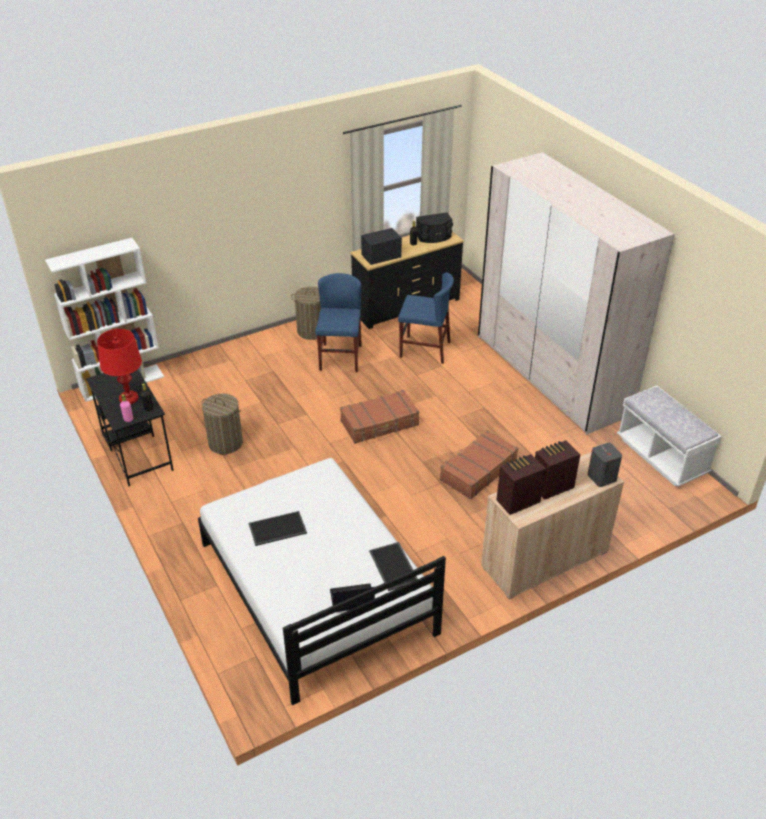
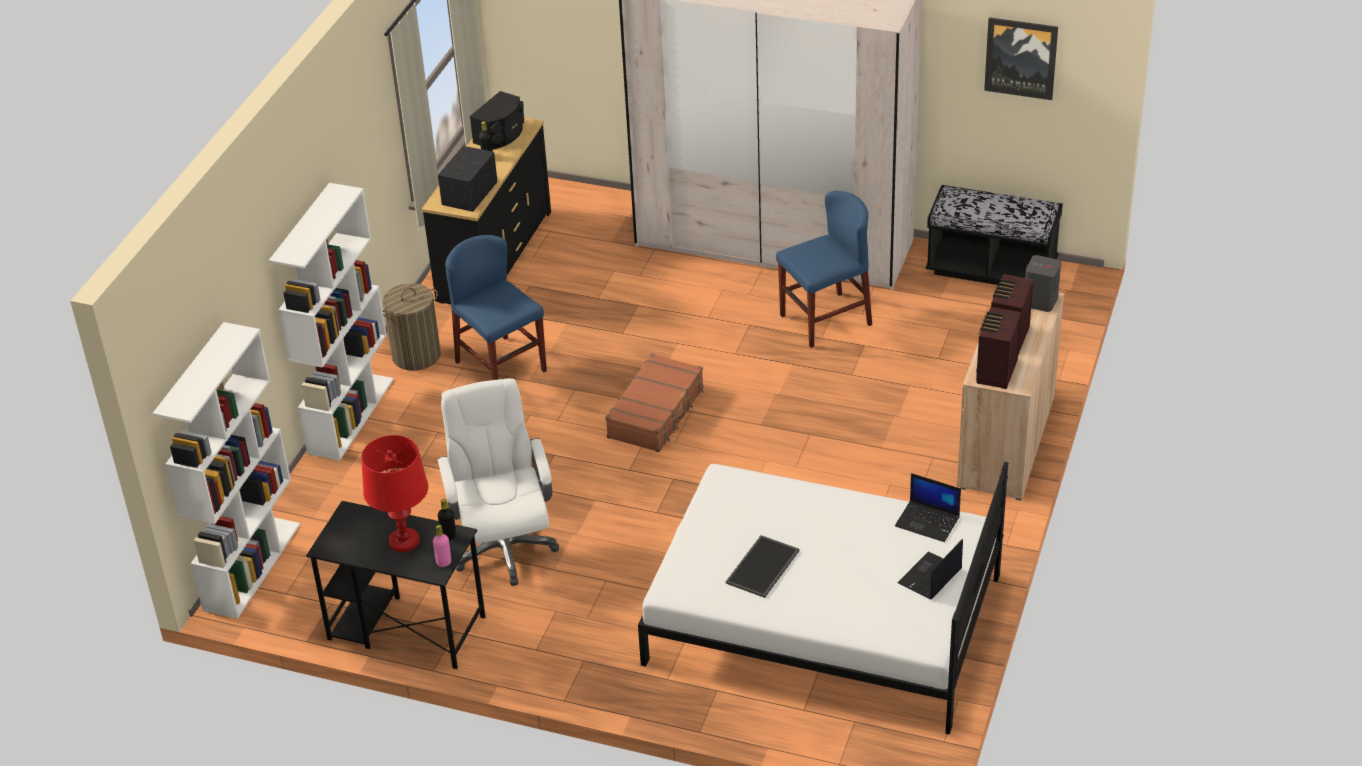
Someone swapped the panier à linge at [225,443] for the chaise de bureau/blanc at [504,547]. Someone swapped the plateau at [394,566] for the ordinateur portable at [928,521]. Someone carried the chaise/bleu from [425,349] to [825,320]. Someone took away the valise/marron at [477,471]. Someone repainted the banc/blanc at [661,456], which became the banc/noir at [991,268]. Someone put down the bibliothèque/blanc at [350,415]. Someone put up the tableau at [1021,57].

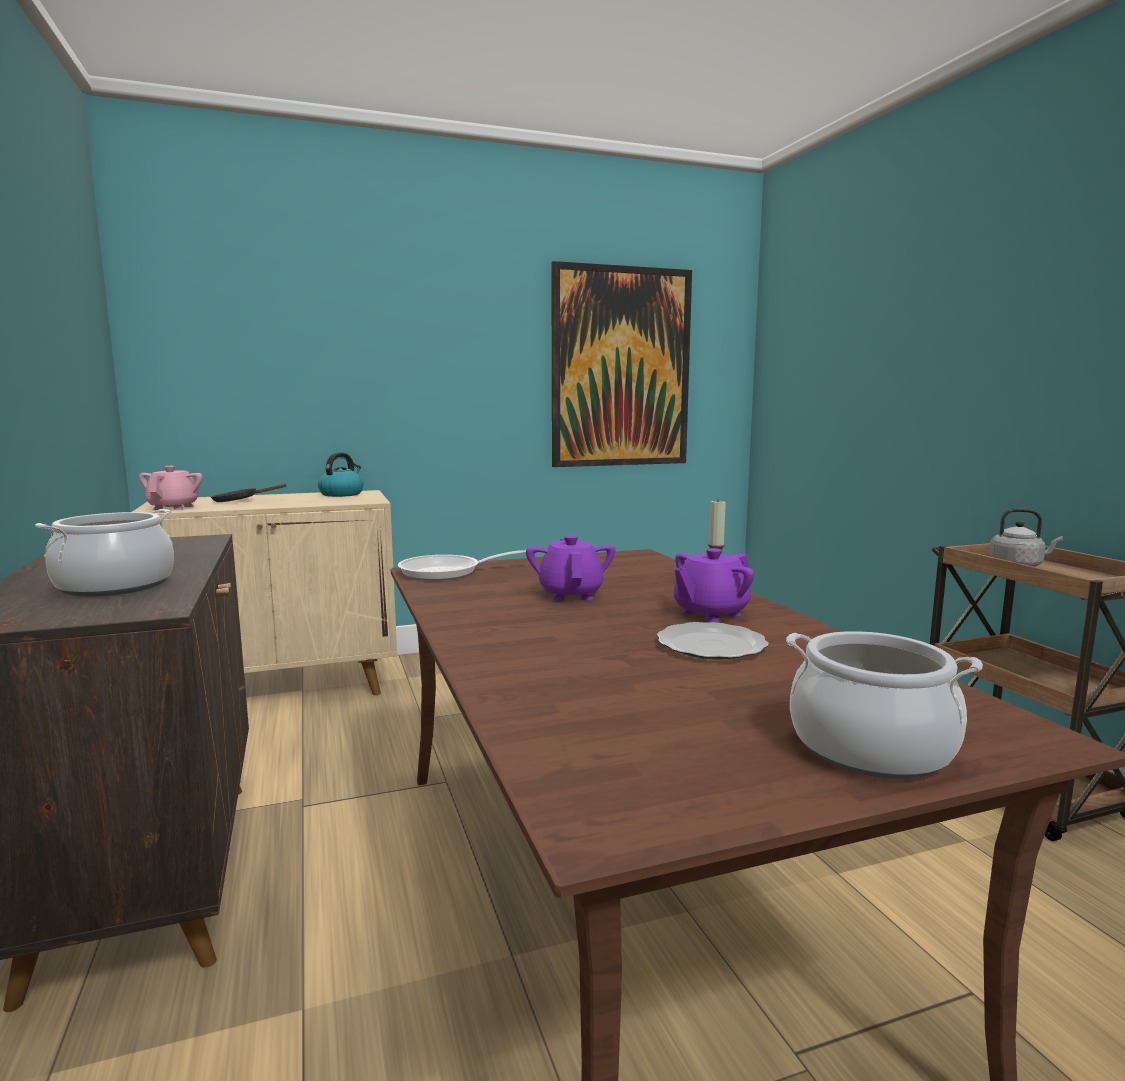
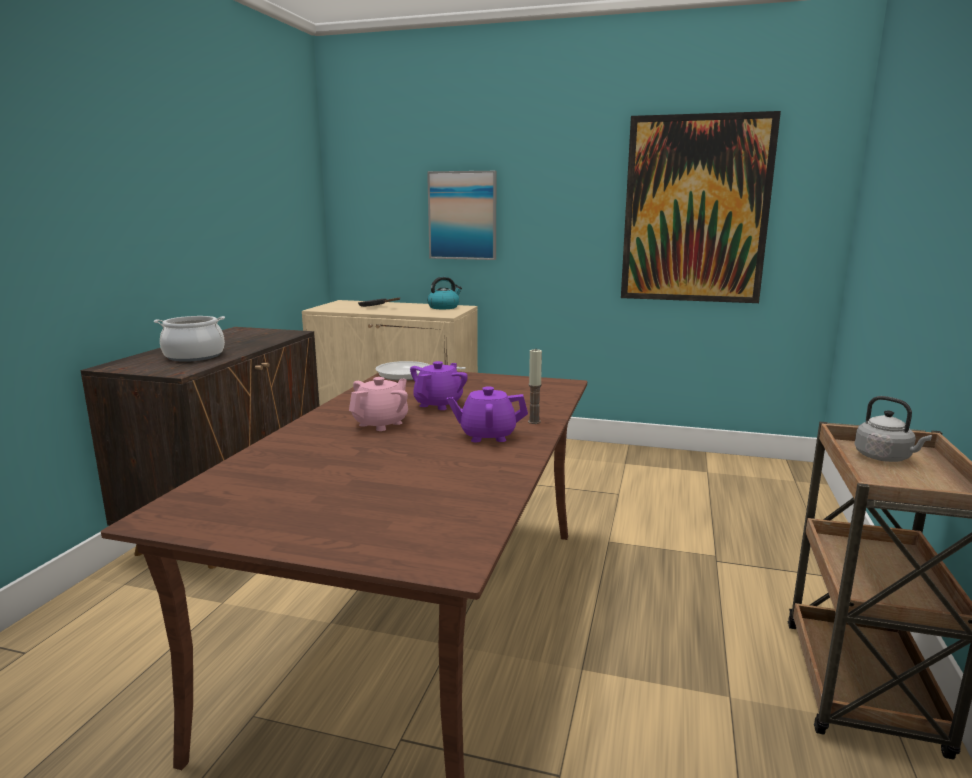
Someone carried the théière/rose from [174,507] to [381,423]. Someone took away the assiette at [711,646]. Someone took away the marmite at [871,748]. Someone put up the tableau at [462,215].

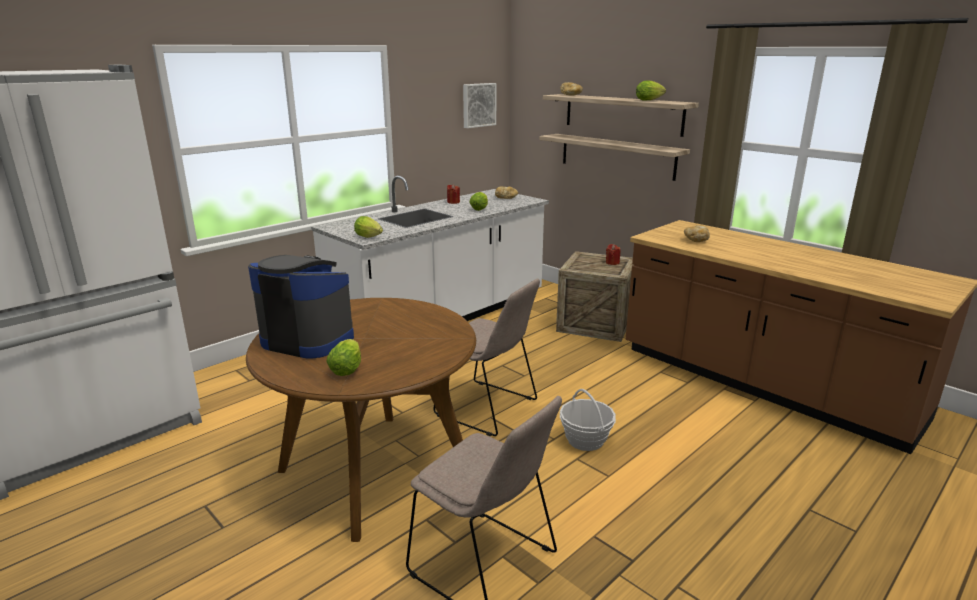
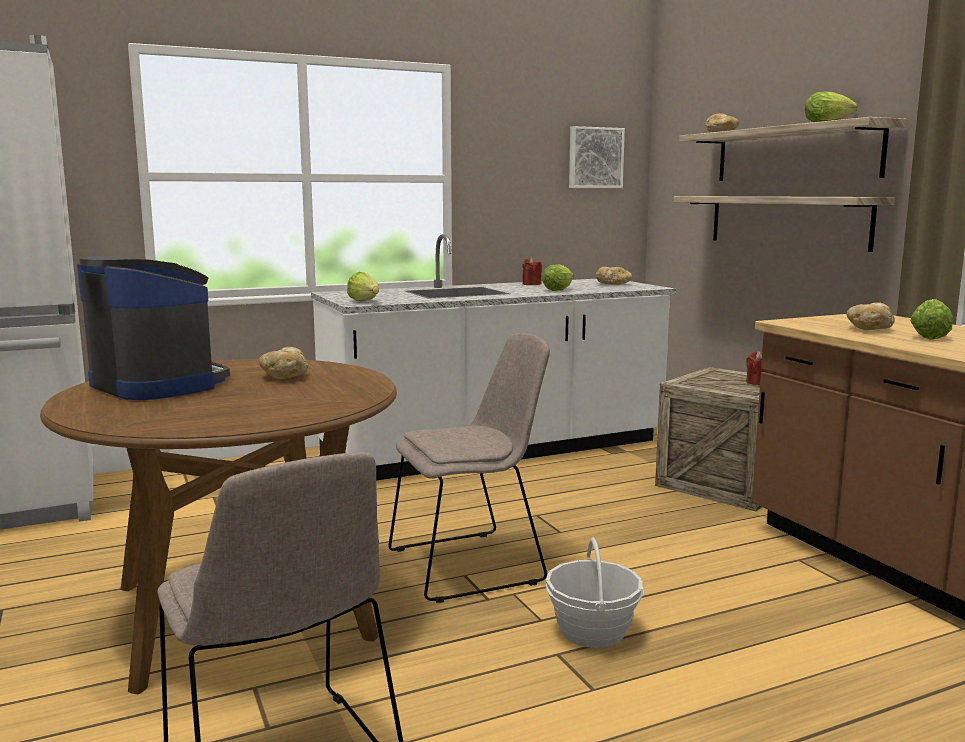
Someone carried the laitue from [348,368] to [929,337]. Someone rotated the chaise/beige at [489,409] by 75 degrees counterclockwise. Someone put down the pain at [285,377].

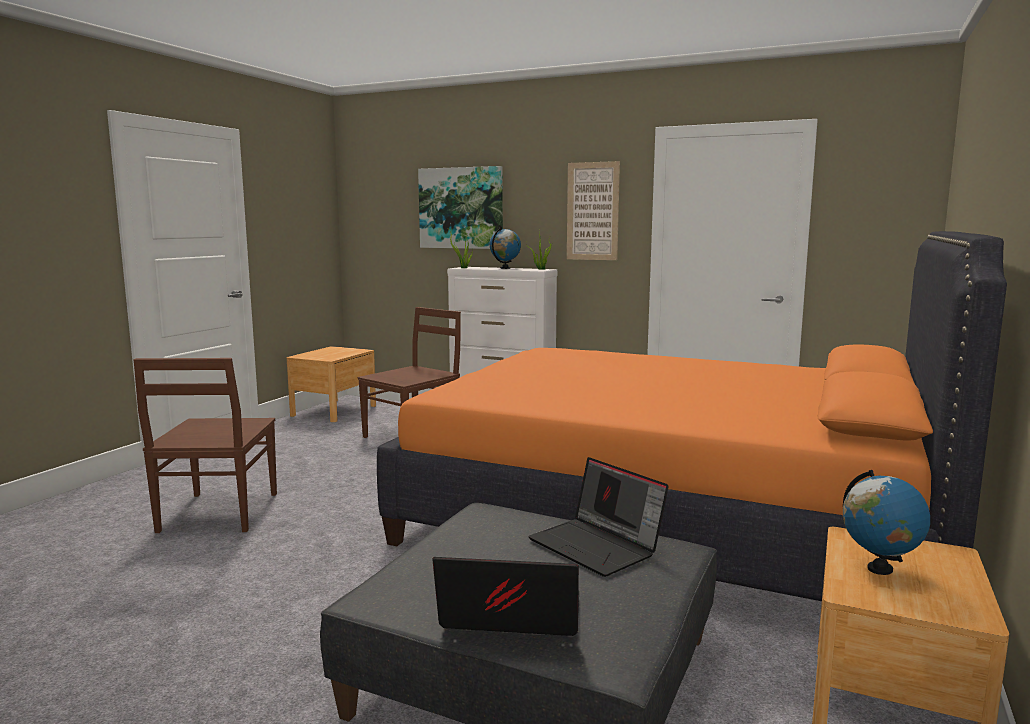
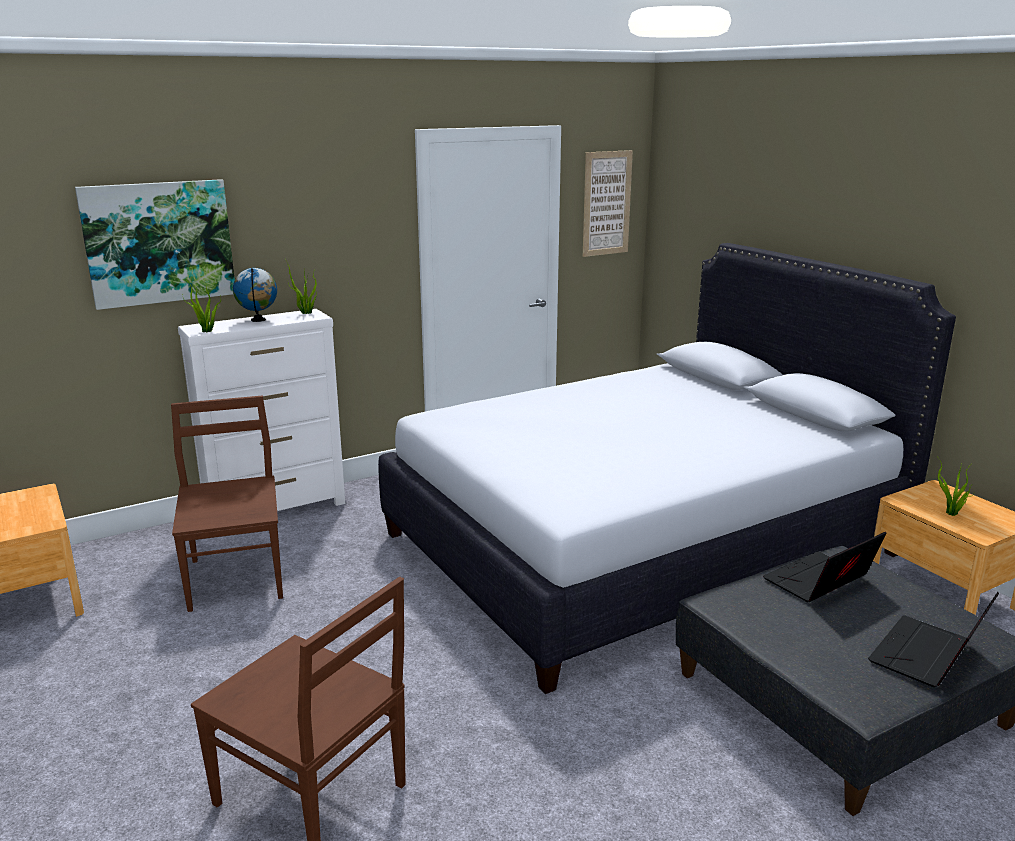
Someone repainted the lit/orange at [669,521], which became the lit/blanc at [639,543]. Someone rotated the ordinateur portable at [598,546] by 150 degrees clockwise. Someone carried the tableau from [592,211] to [606,203]. Someone swapped the globe at [879,569] for the plante en pot at [951,514].

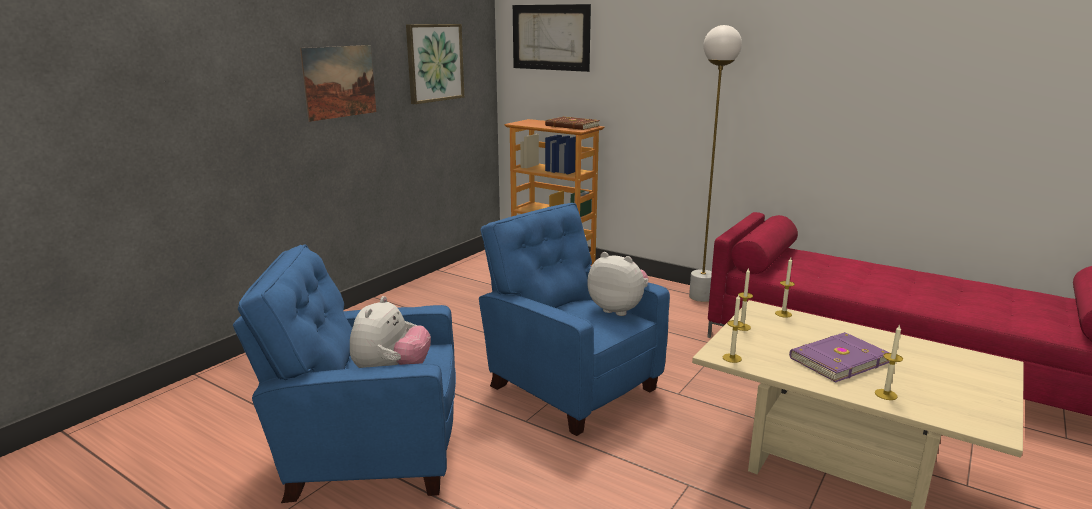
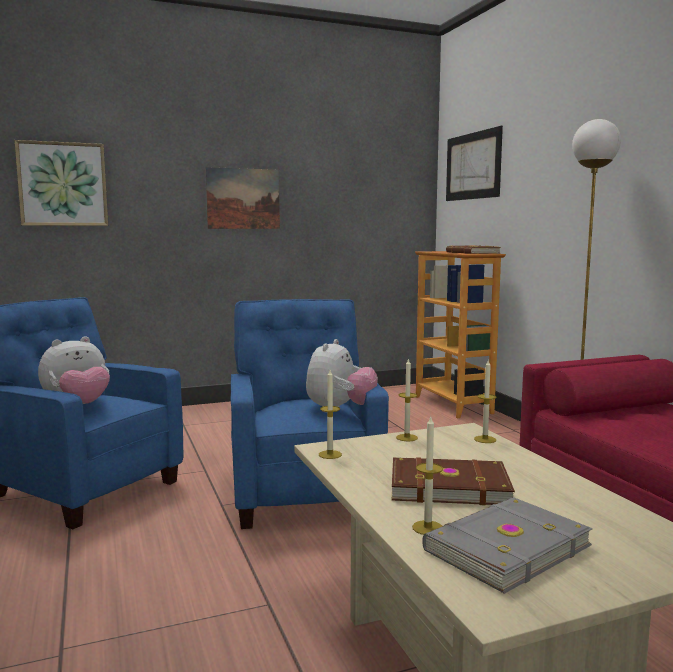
Someone carried the tableau from [434,63] to [63,184]. Someone rotated the peluche at [618,309] by 45 degrees clockwise. Someone repainted the livre/violet at [837,359], which became the livre/marron at [448,486]. Someone put down the livre/gris at [504,547].

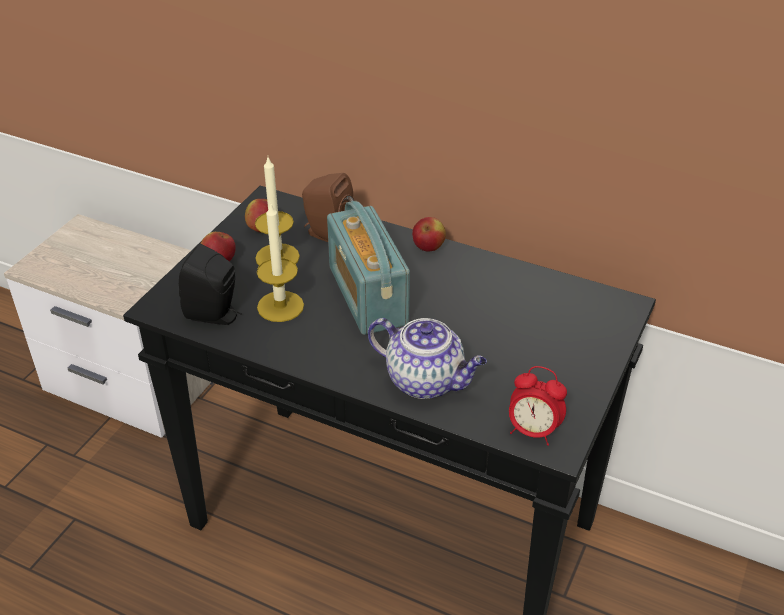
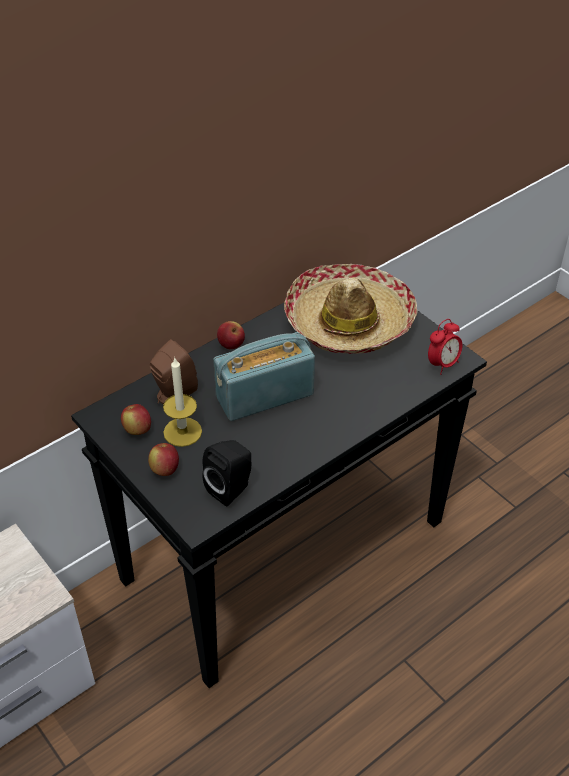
Someone took away the bougie at [280,306]. Someone rotated the radio at [367,295] by 150 degrees clockwise. Someone took away the théière at [426,381]. Someone put down the chapeau at [349,321].

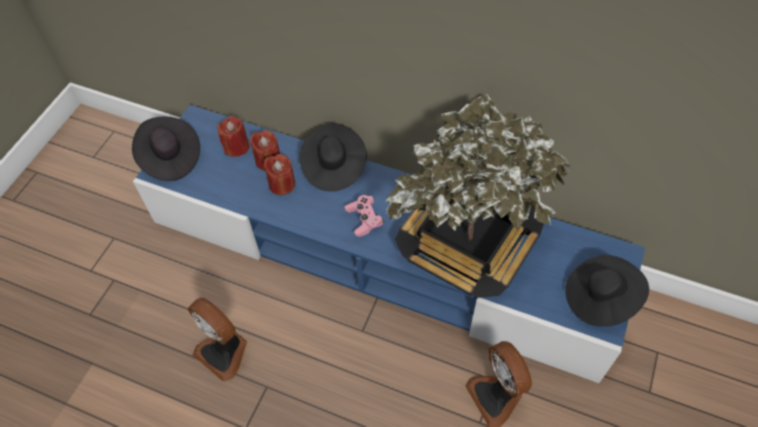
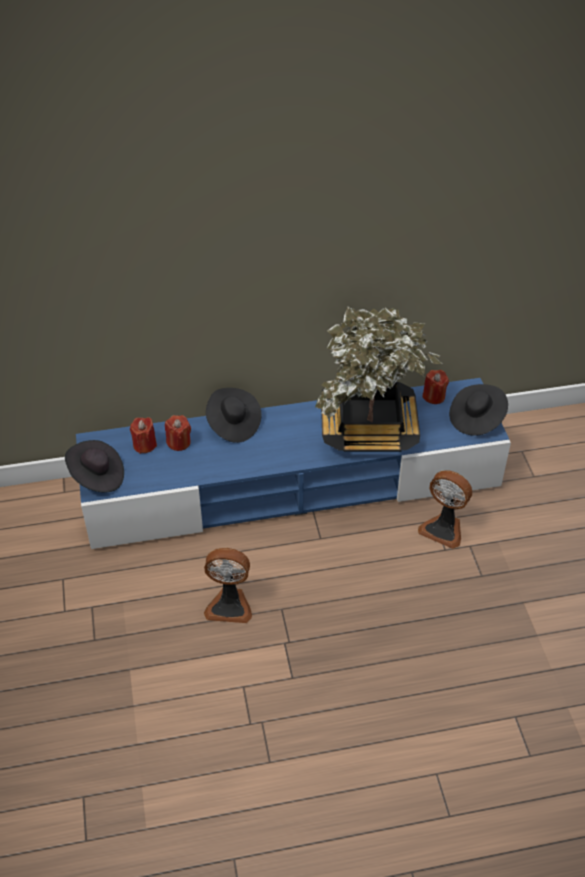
Someone carried the bougie/rouge from [282,184] to [434,396]. Someone took away the manette/rose at [364,219].

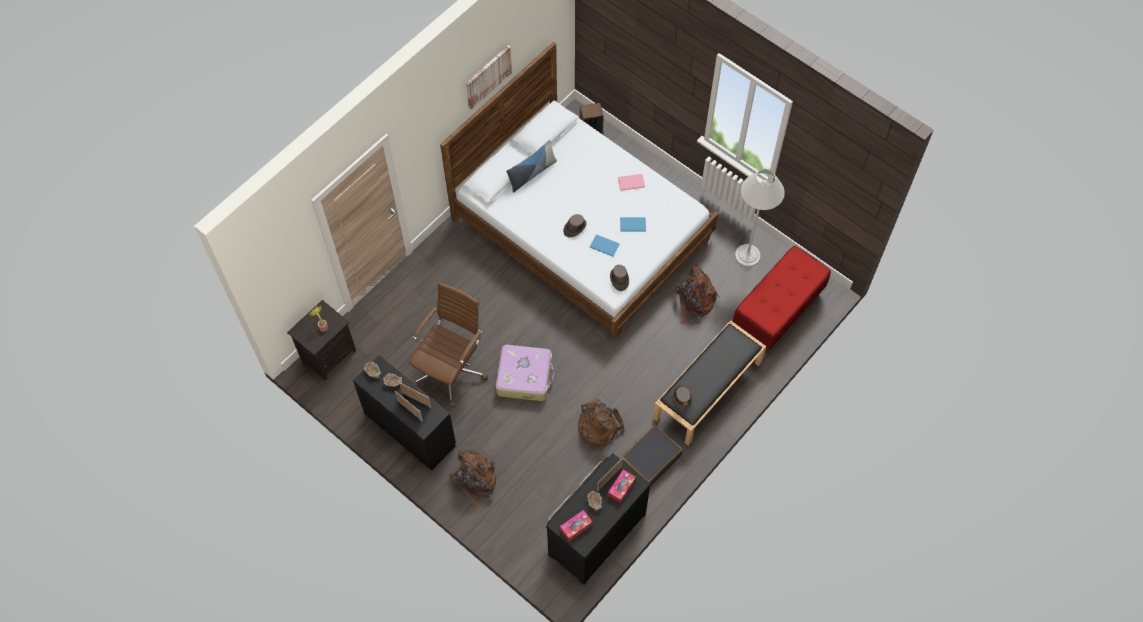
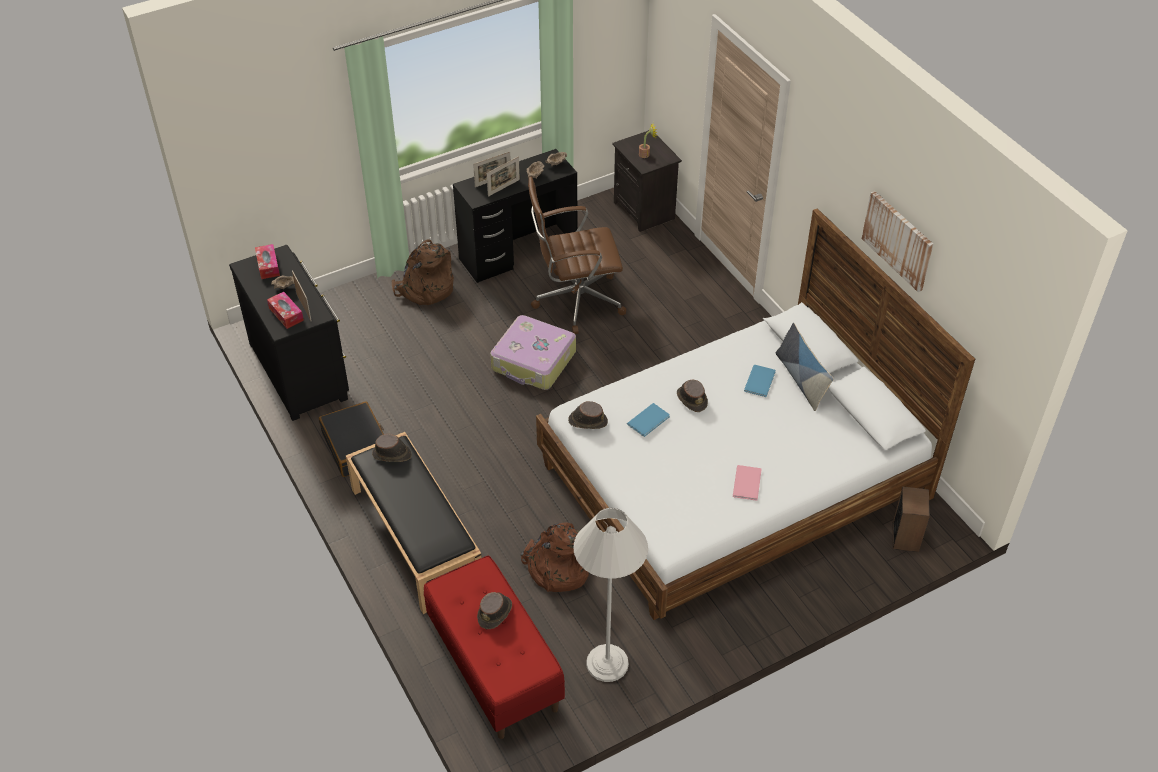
Someone rotated the chaise de bureau/marron at [451,370] by 120 degrees clockwise. Someone took away the sac à dos/marron at [598,426]. Someone carried the livre/bleu from [632,224] to [761,381]. Someone put down the chapeau/marron at [495,612].

